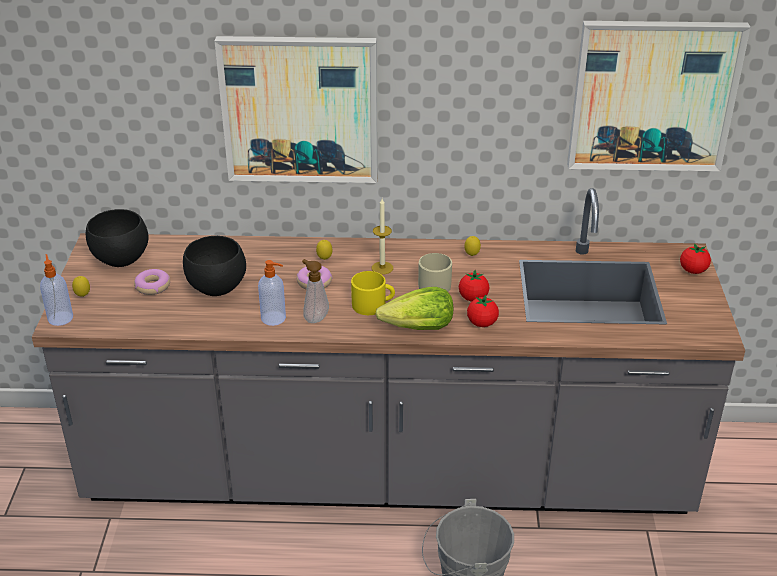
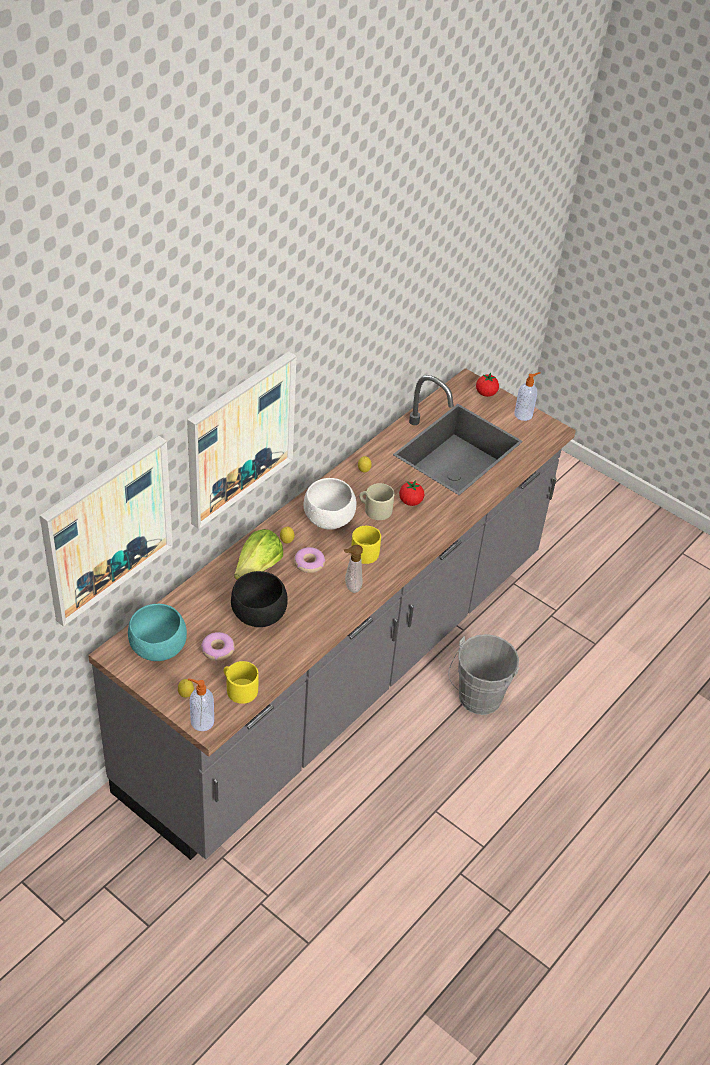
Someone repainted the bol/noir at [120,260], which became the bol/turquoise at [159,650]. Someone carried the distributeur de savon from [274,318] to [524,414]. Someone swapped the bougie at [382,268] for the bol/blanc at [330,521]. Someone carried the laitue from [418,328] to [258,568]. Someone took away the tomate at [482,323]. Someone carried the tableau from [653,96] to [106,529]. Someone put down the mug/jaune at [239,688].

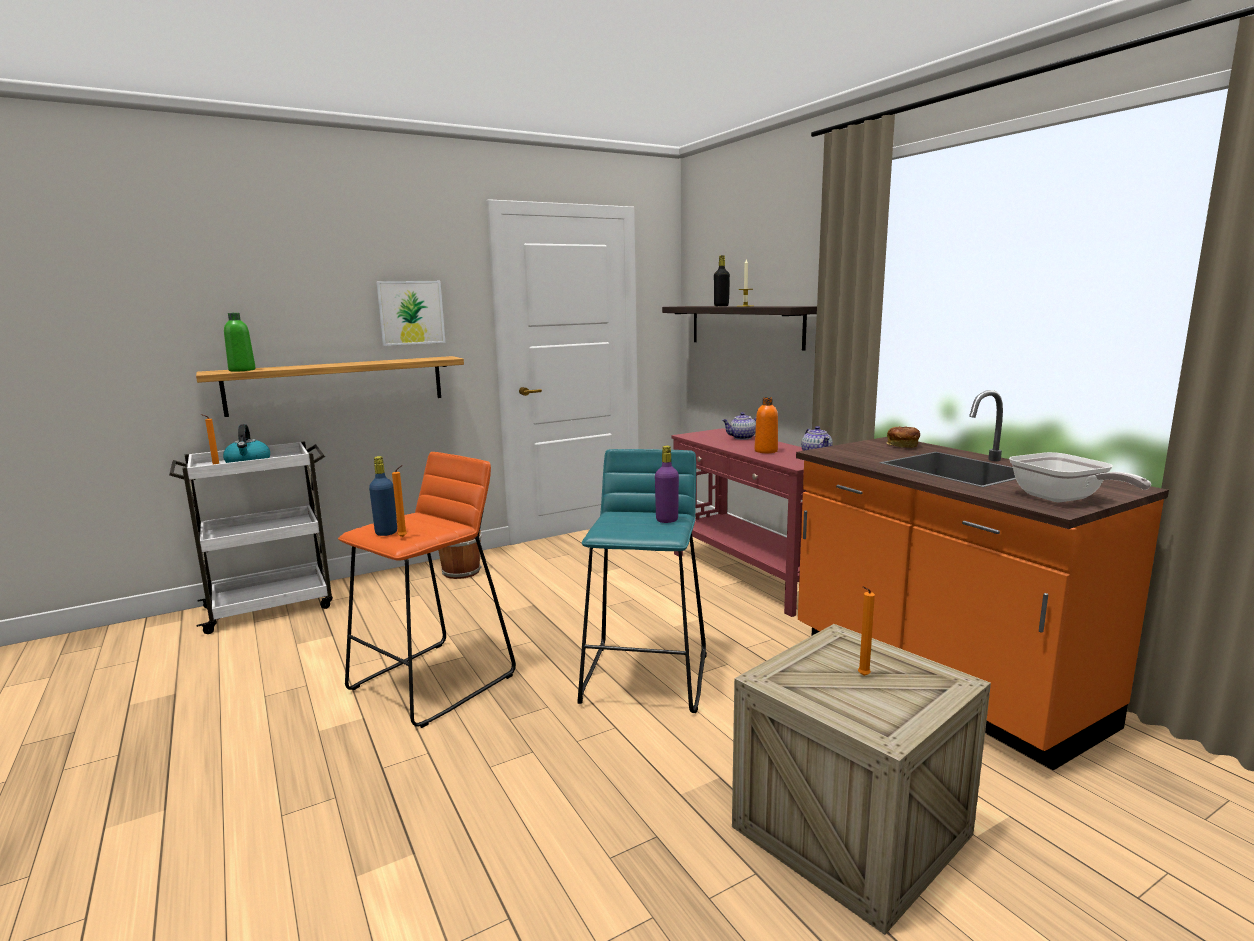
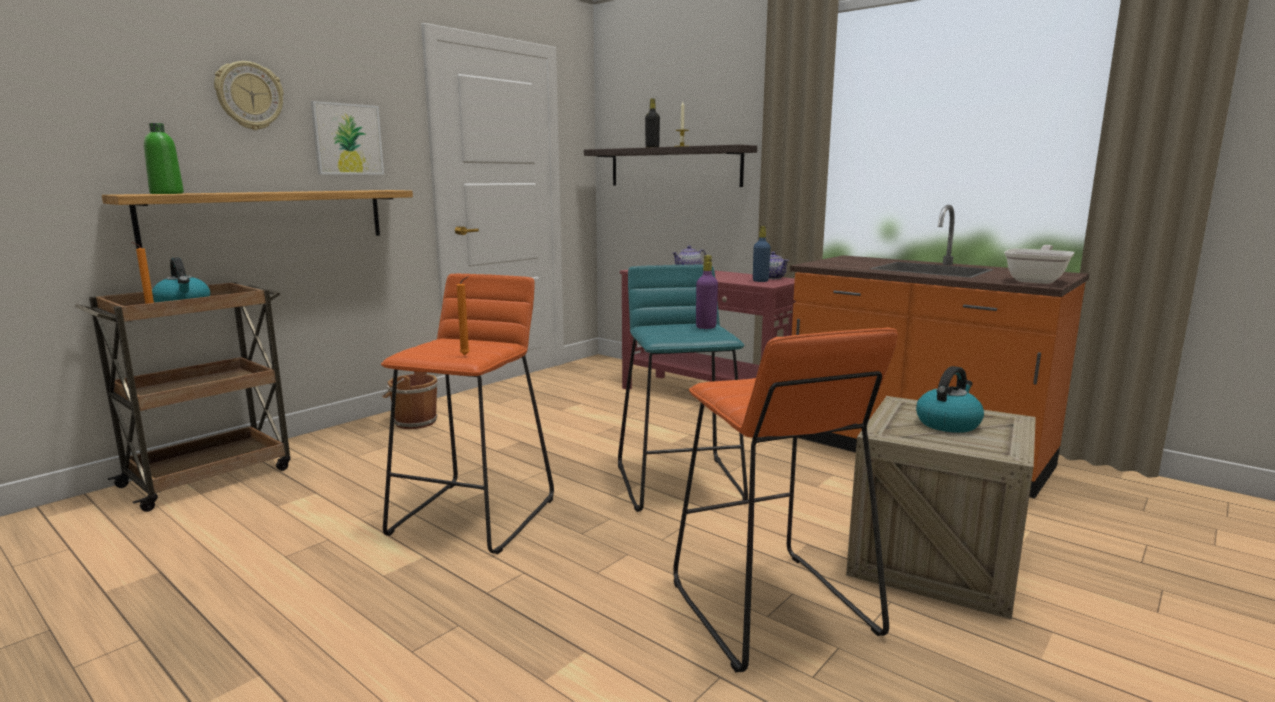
Someone repainted the chariot/blanc at [272,606], which became the chariot/marron at [210,476]. Someone carried the bouteille/bleu from [386,532] to [760,281]. Someone took away the bouteille/orange at [766,451]. Someone swapped the bougie/orange at [862,676] for the bouilloire at [948,423]. Someone took away the pain at [902,445]. Someone rotated the poêle at [1063,499] by 105 degrees counterclockwise. Someone put up the horloge murale at [249,96]. Someone put down the tabouret/orange at [770,609].

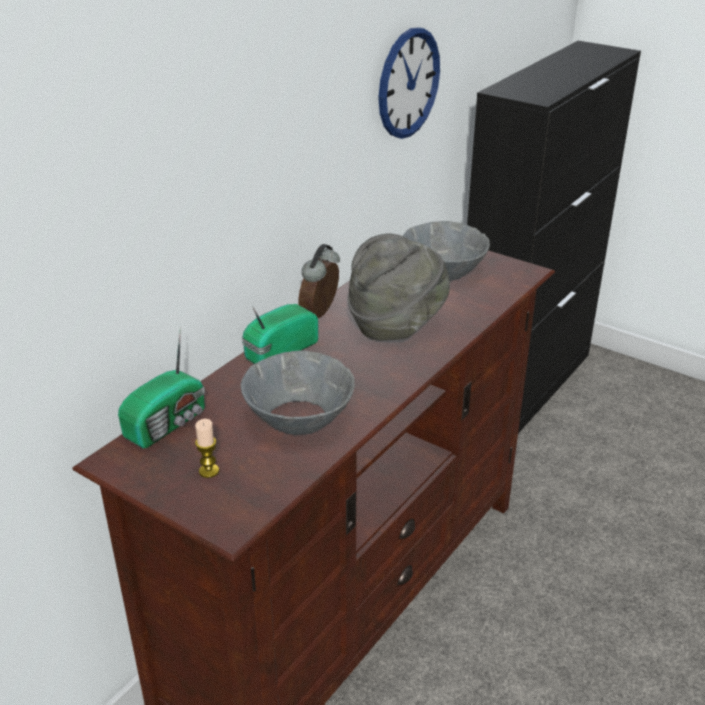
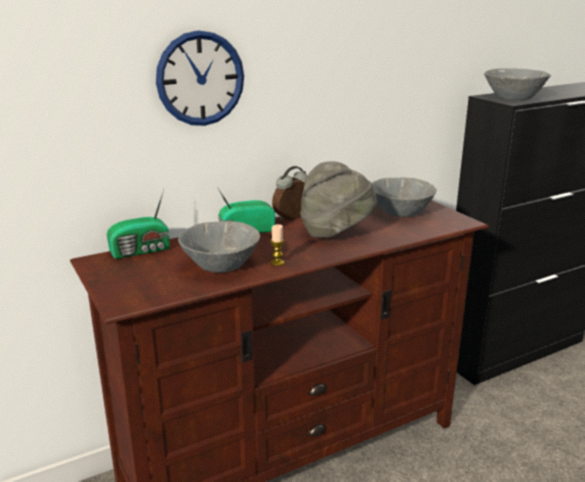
Someone carried the bougie from [209,471] to [277,262]. Someone carried the horloge murale from [408,83] to [200,79]. Someone put down the bol/gris at [513,97].

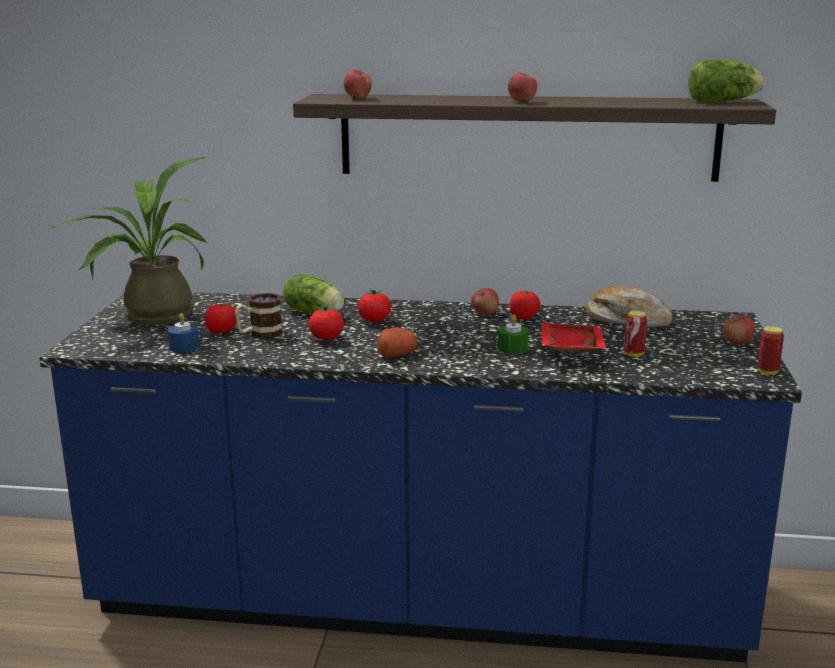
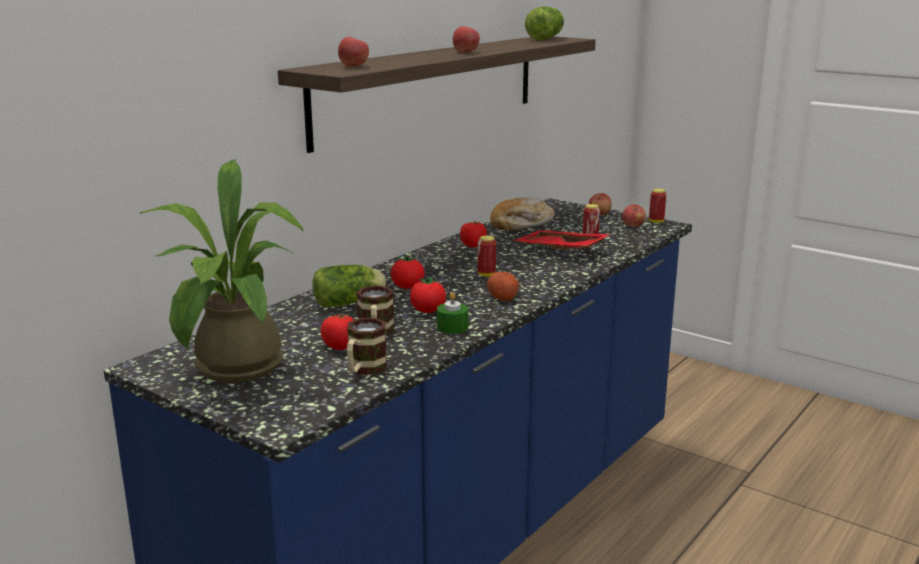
Someone swapped the bougie/bleu at [184,347] for the mug at [364,369]. Someone carried the pomme from [485,314] to [633,226]. Someone carried the bougie/vert from [512,348] to [452,327]. Someone put down the boîte métallique at [486,275].

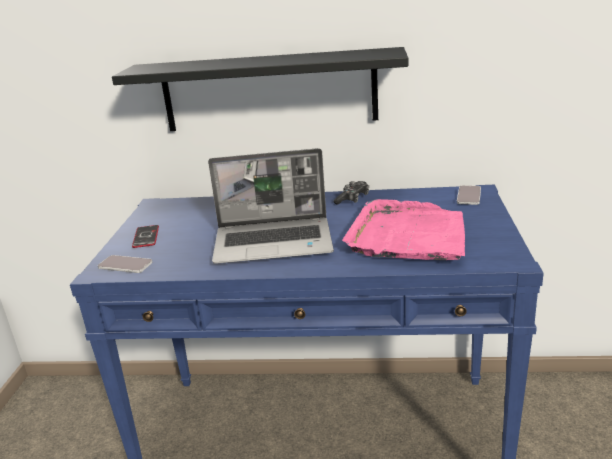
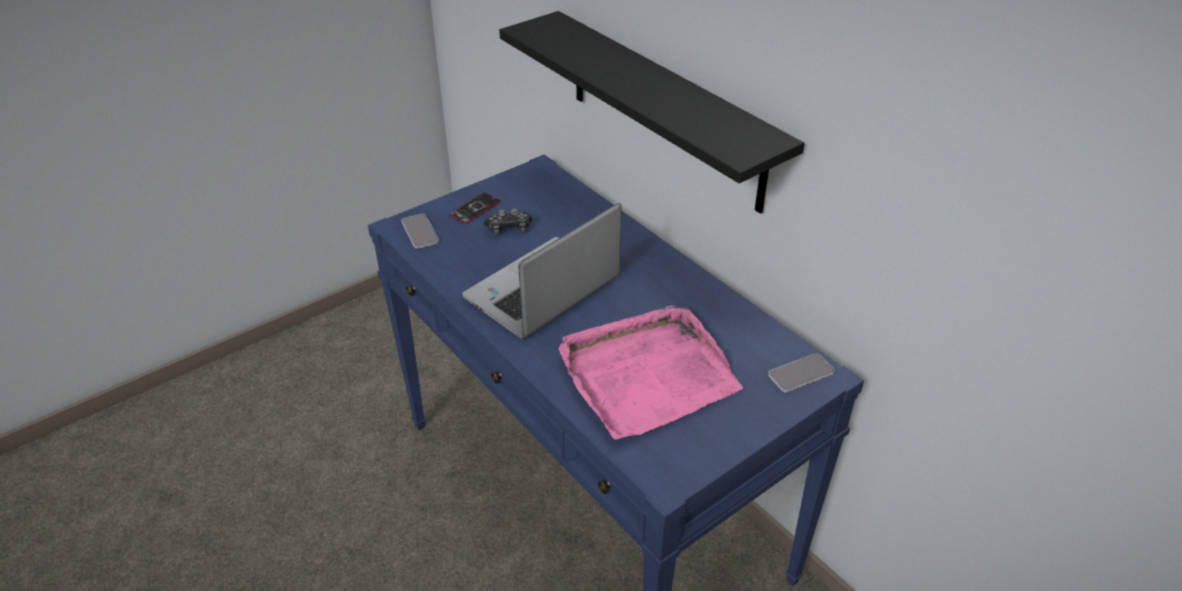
Someone rotated the ordinateur portable at [275,242] by 90 degrees clockwise. Someone carried the manette from [353,199] to [509,228].

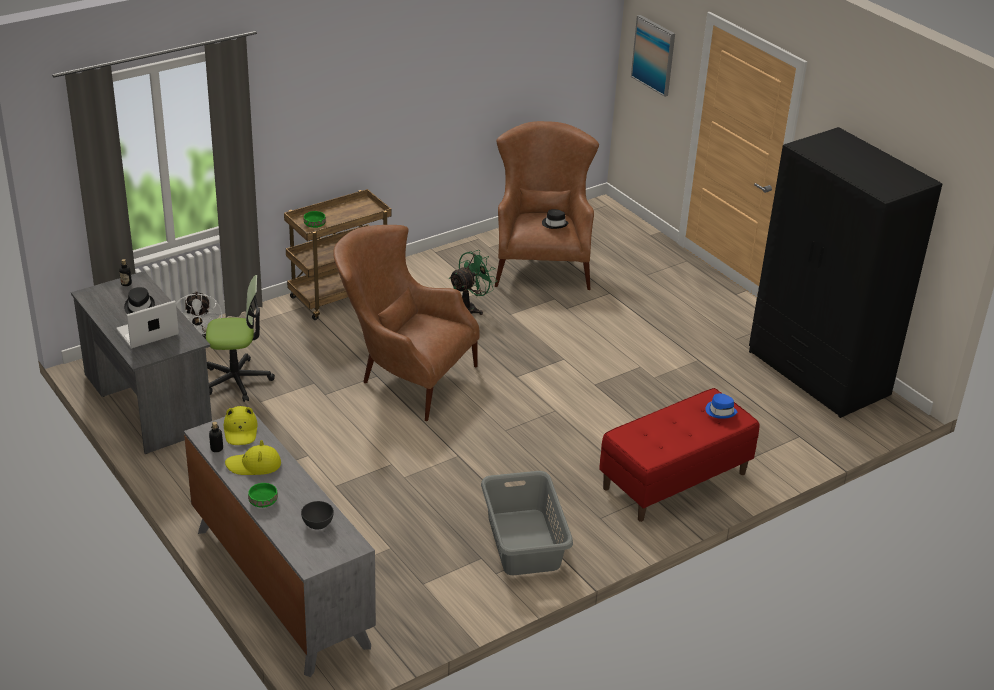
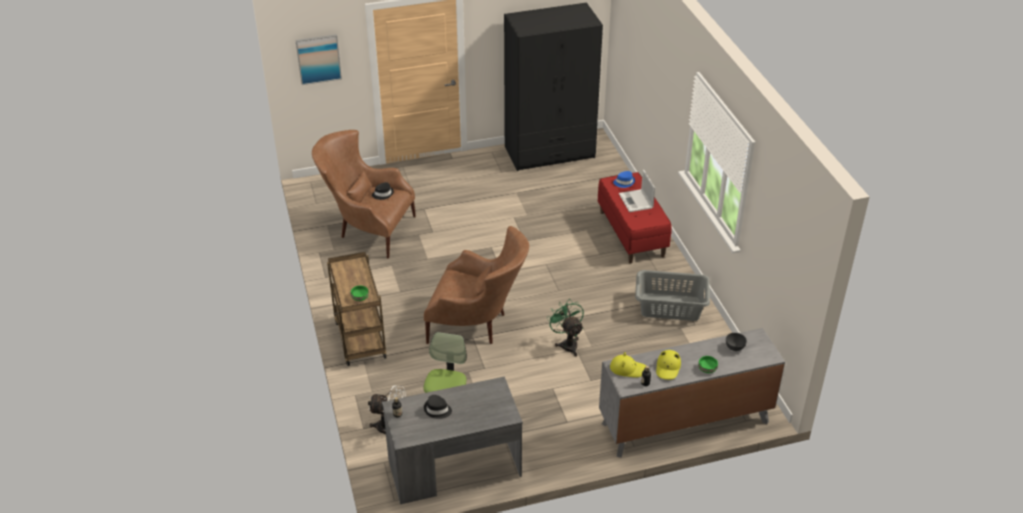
Someone carried the ordinateur portable from [146,333] to [636,201]. Someone rotated the fauteuil/marron at [402,375] by 120 degrees counterclockwise. Someone carried the ventilateur/vert from [469,308] to [567,343].

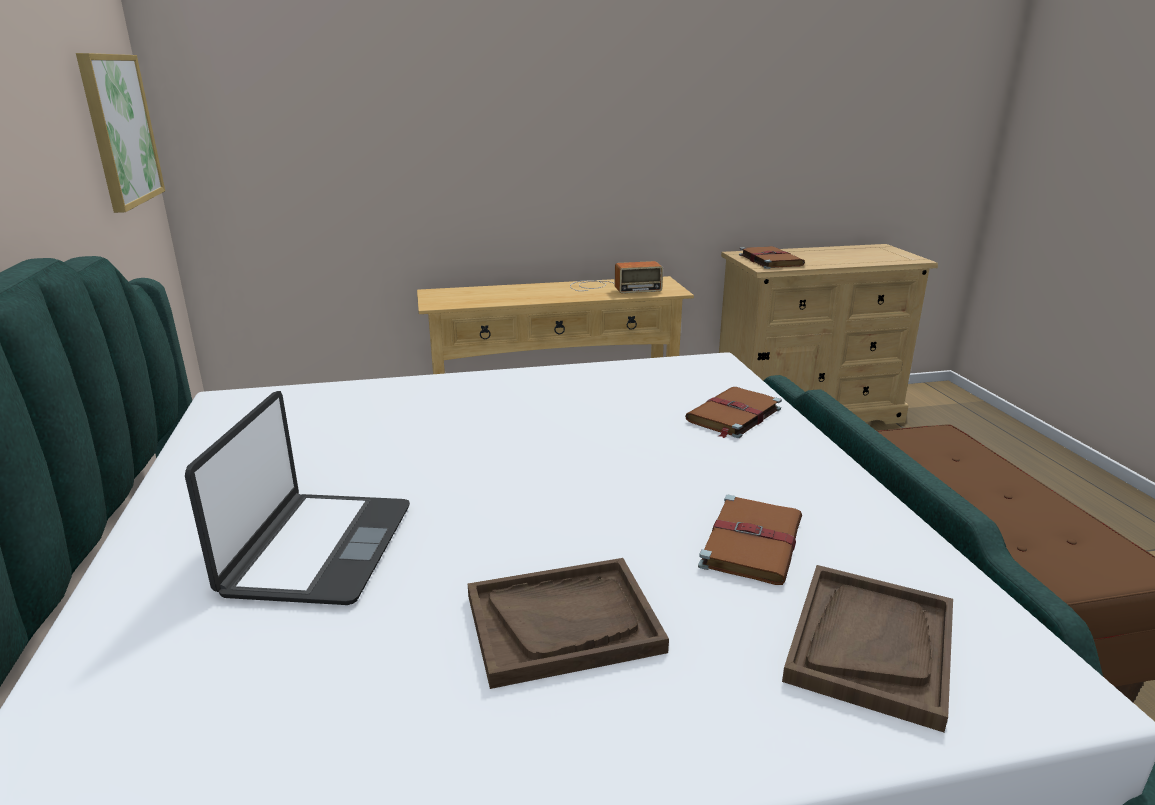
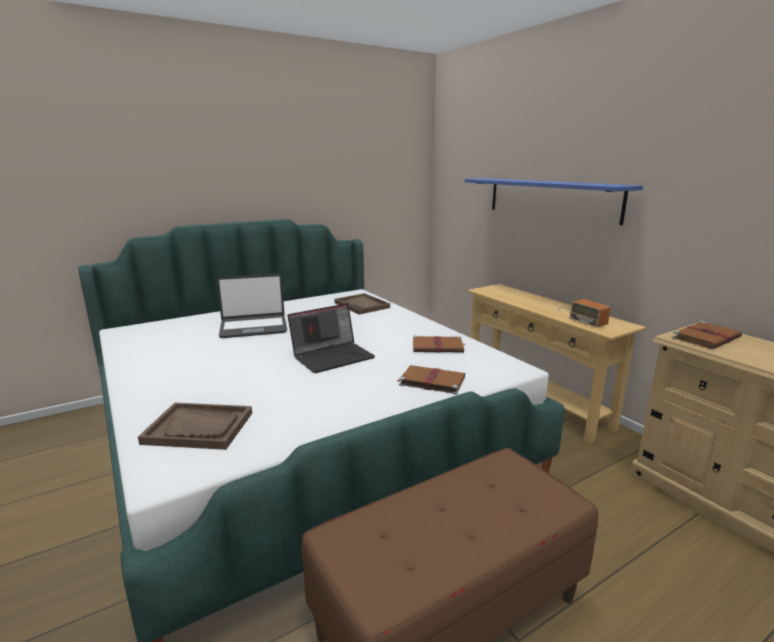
Someone took away the tableau at [120,130]. Someone carried the plateau/marron from [563,623] to [362,305]. Someone carried the livre/marron from [752,542] to [438,347]. Someone put down the ordinateur portable at [333,356]. Someone put up the étagère/bleu at [551,199].

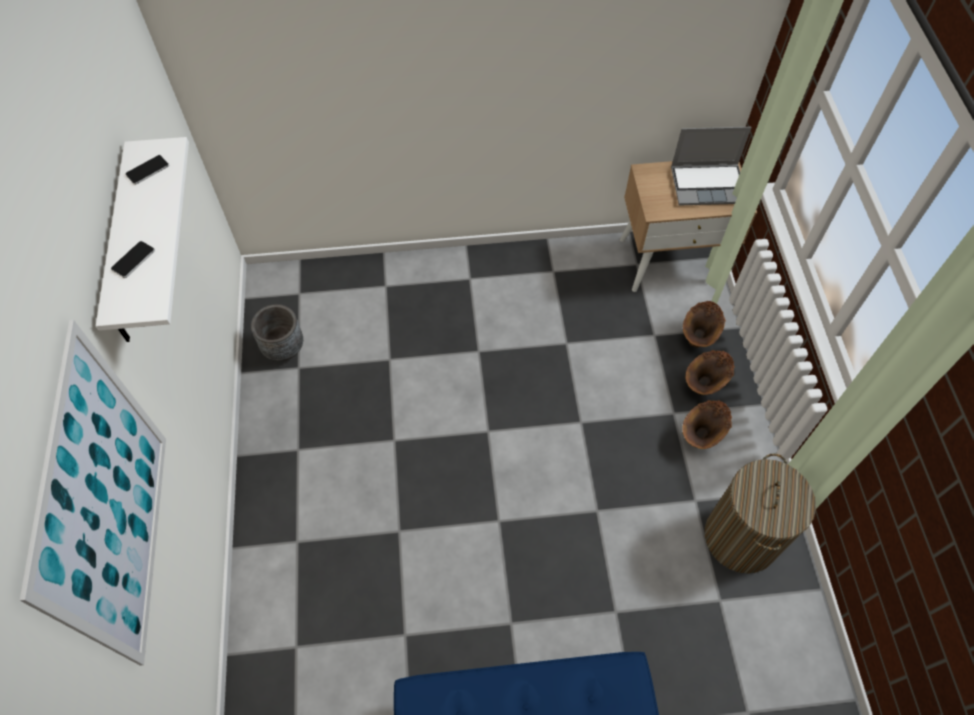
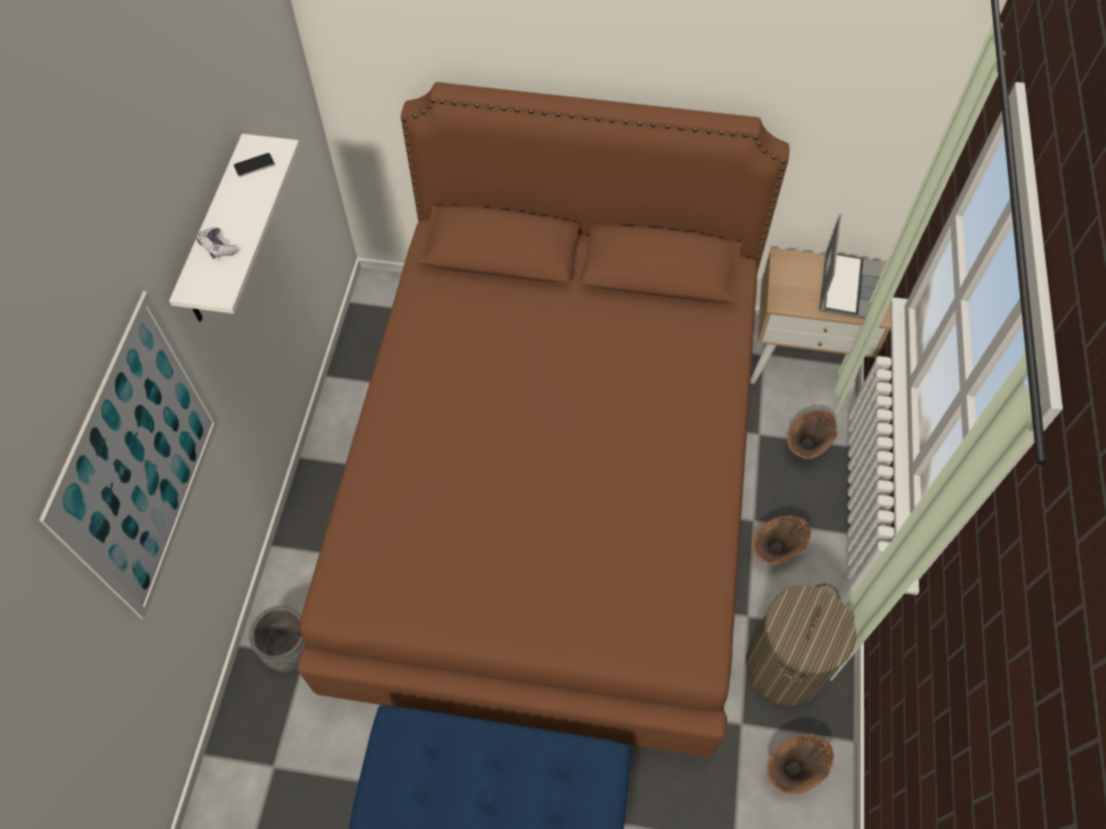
Someone swapped the téléphone at [133,260] for the manette at [218,247]. Someone carried the cache-pot/gris from [283,347] to [290,650]. Someone rotated the ordinateur portable at [708,185] by 90 degrees counterclockwise. Someone carried the vase/marron from [705,384] to [794,770]. Someone put down the lit/marron at [552,490].

